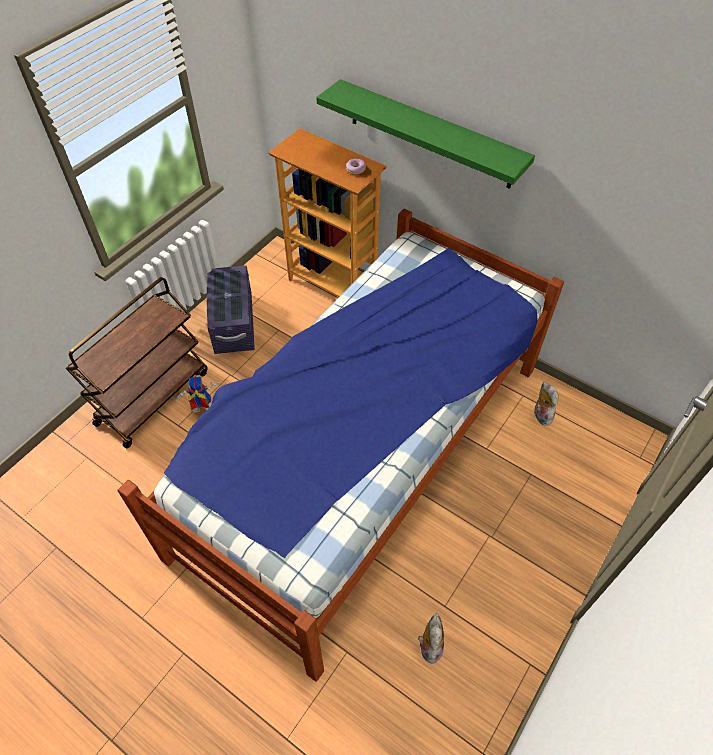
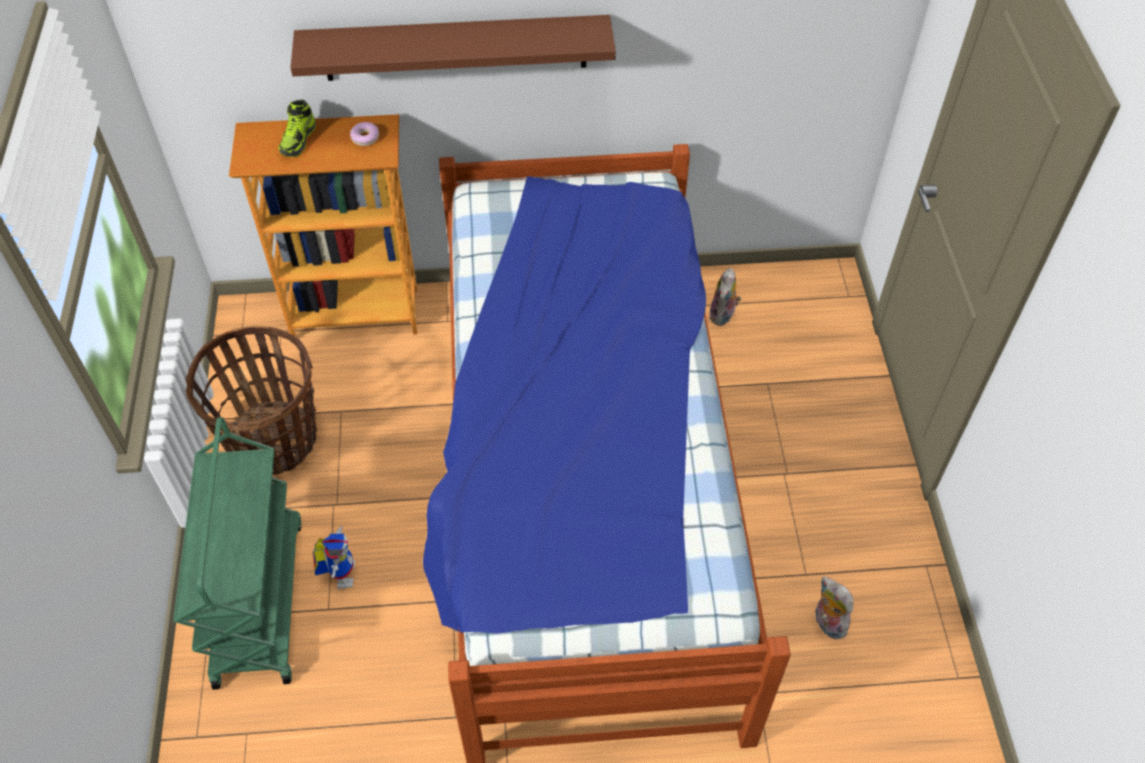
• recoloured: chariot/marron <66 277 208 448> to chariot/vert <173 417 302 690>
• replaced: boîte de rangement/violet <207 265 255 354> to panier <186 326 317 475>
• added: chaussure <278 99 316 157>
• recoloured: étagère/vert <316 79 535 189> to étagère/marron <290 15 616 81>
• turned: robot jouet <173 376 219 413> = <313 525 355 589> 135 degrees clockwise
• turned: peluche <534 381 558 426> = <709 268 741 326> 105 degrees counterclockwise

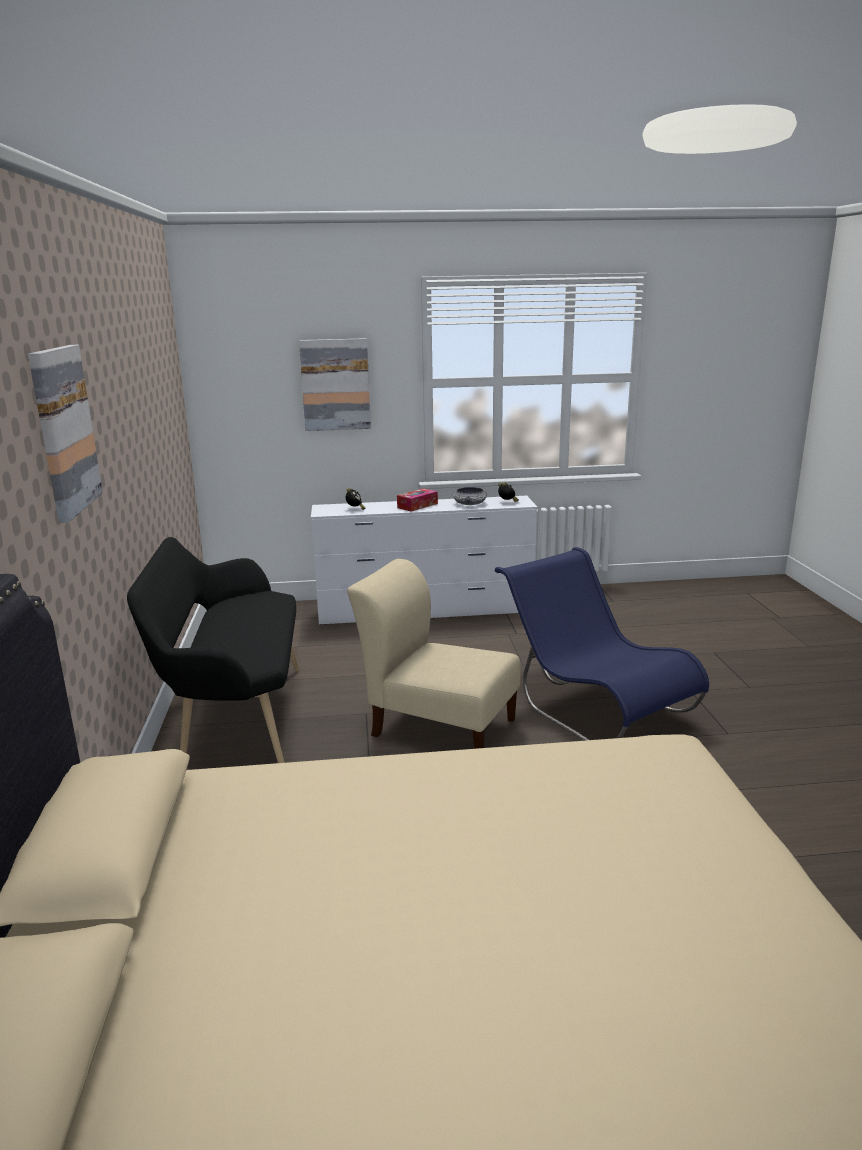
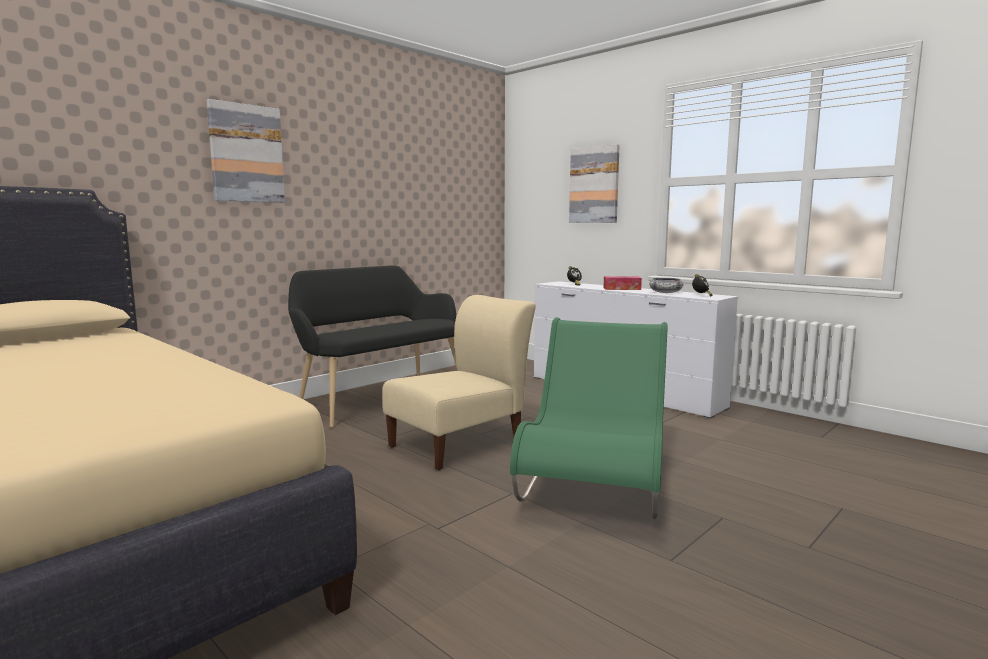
• turned: chaise/beige <347 559 520 749> = <382 295 536 470> 60 degrees clockwise
• recoloured: chaise/bleu <495 547 709 741> to chaise/vert <510 317 668 519>

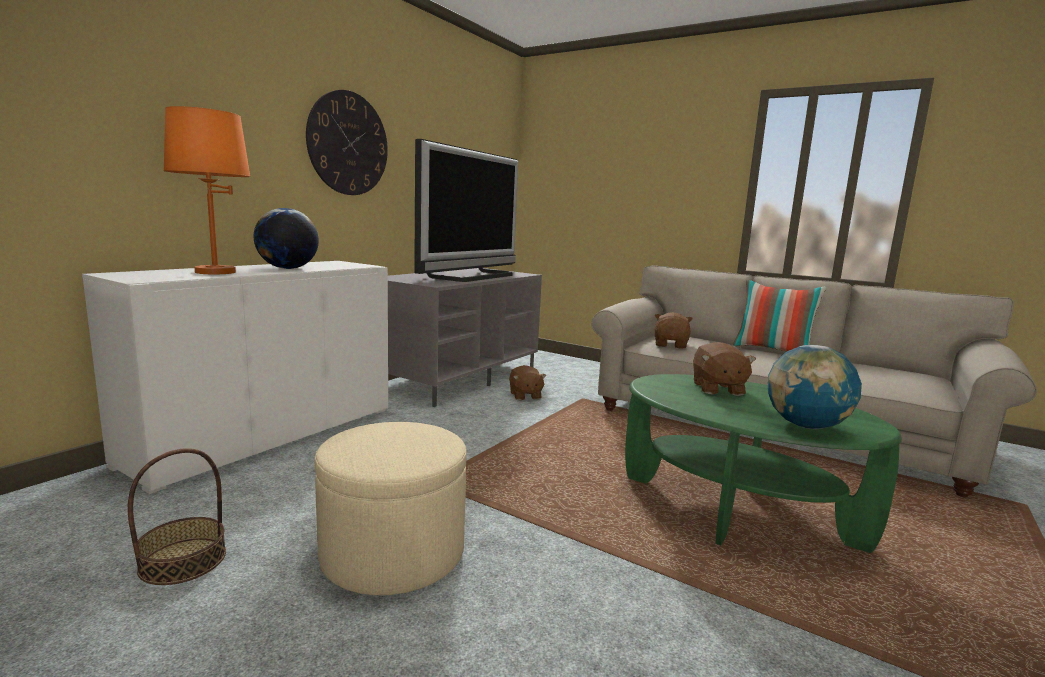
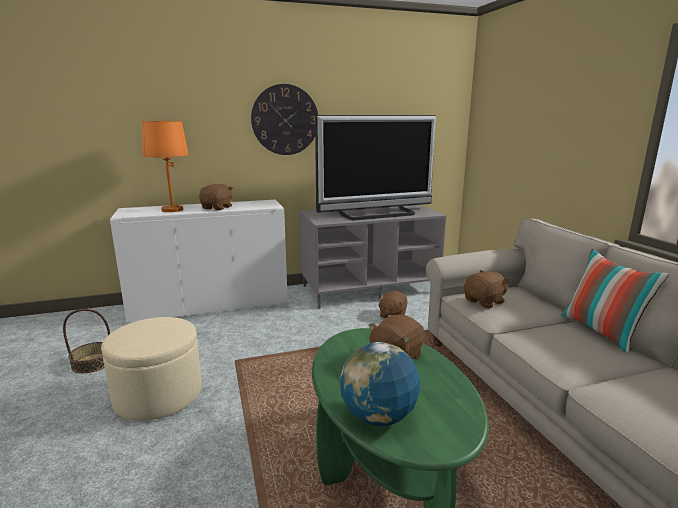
• replaced: globe <254 208 319 269> to peluche/marron <199 184 233 210>

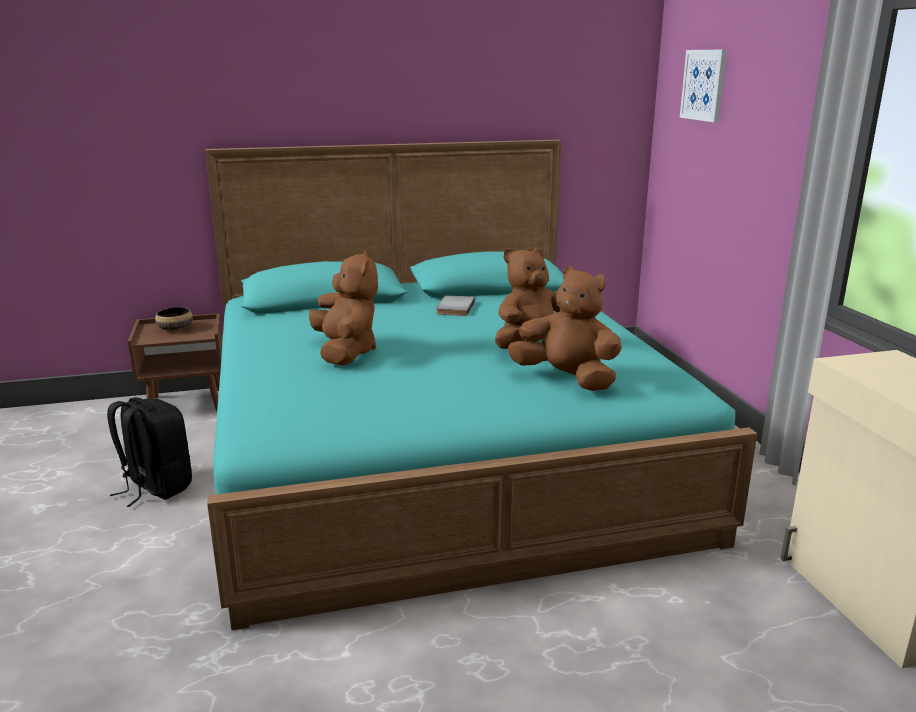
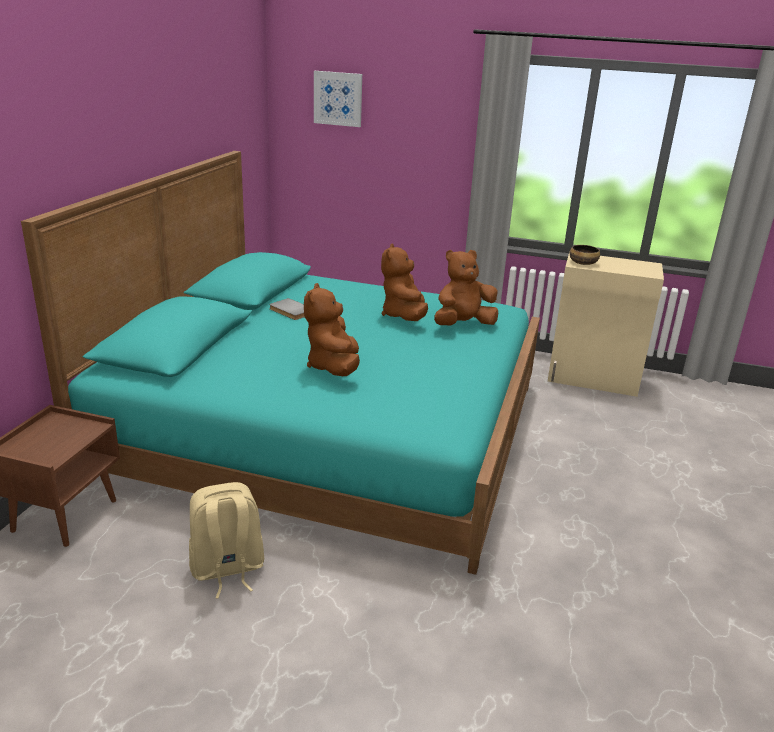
• recoloured: sac à dos/noir <107 397 192 507> to sac à dos/beige <189 482 264 599>
• turned: peluche/marron <309 250 378 365> = <304 283 360 376> 105 degrees counterclockwise
• moved: bol <155 307 193 331> to <570 245 600 265>

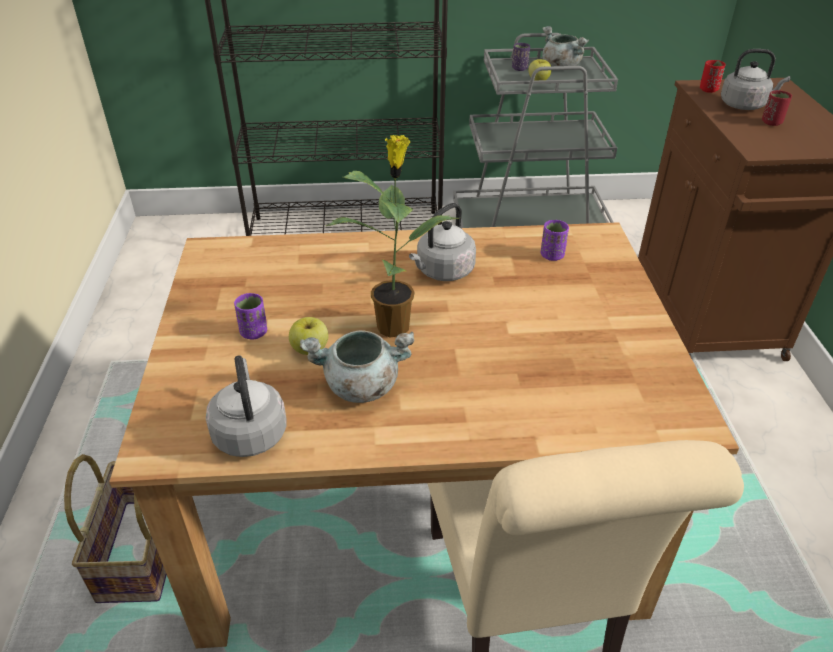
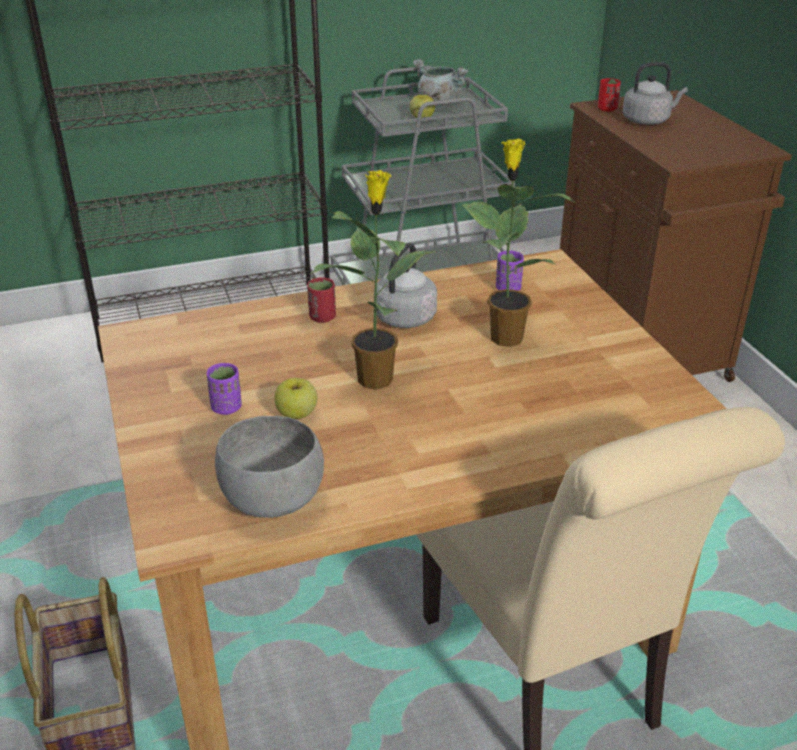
• replaced: bouilloire/gris <206 355 286 457> to bol/gris <215 416 324 518>
• moved: tasse/rouge <762 90 792 126> to <307 277 336 323>
• added: plante en pot <462 139 576 347>
• removed: marmite/gris <300 330 415 403>
• removed: tasse/violet <512 43 530 71>

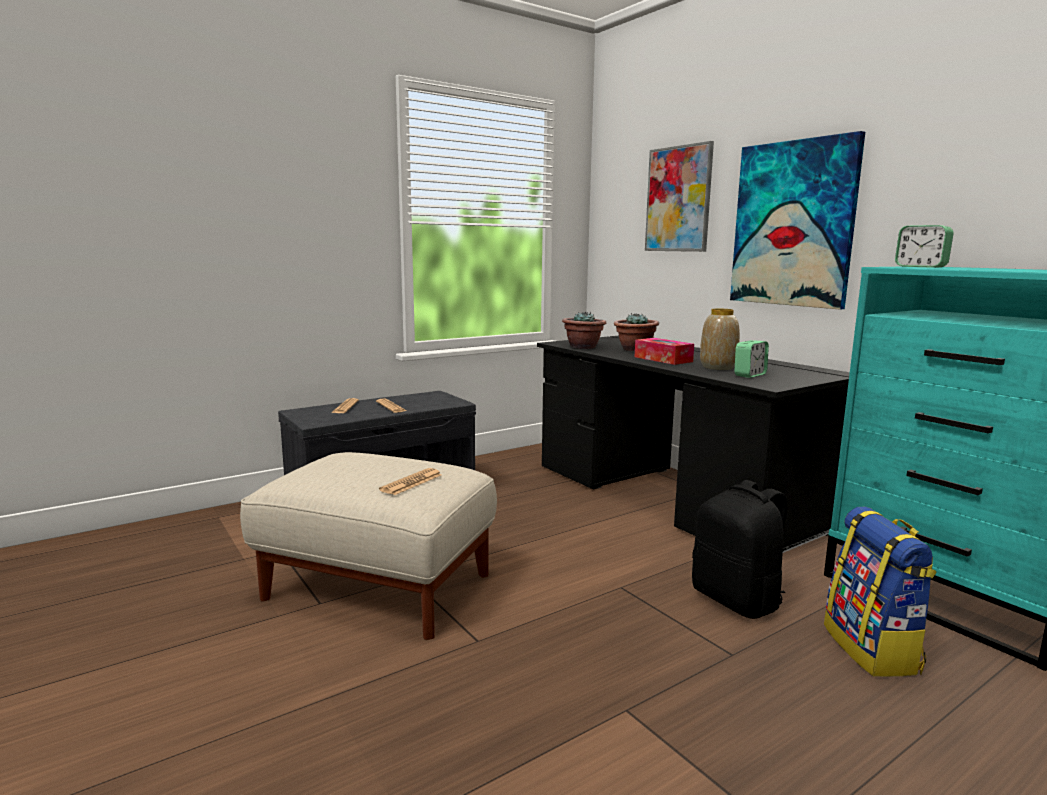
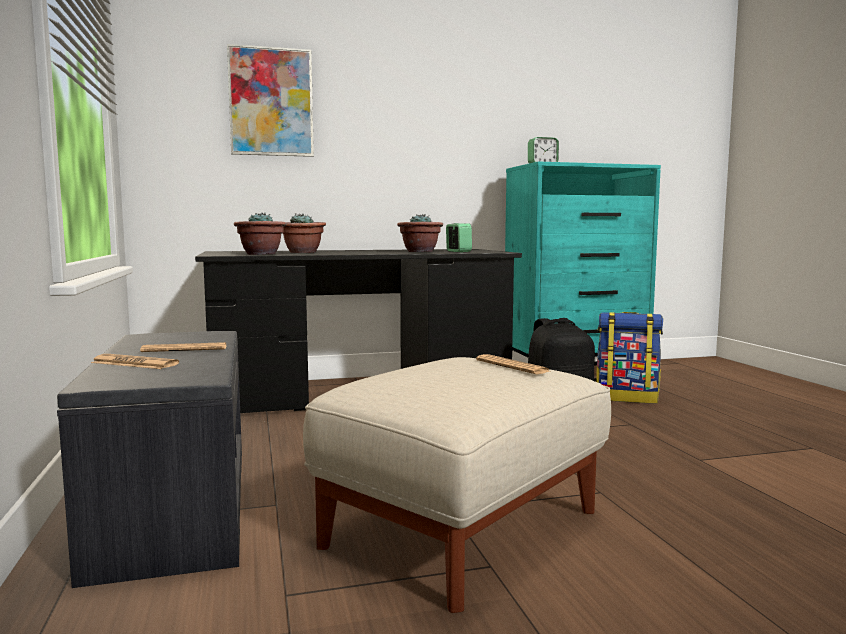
• replaced: vase <700 308 740 370> to plante en pot <397 214 443 252>
• removed: boîte à mouchoirs <635 338 694 365>
• removed: tableau <730 131 865 310>

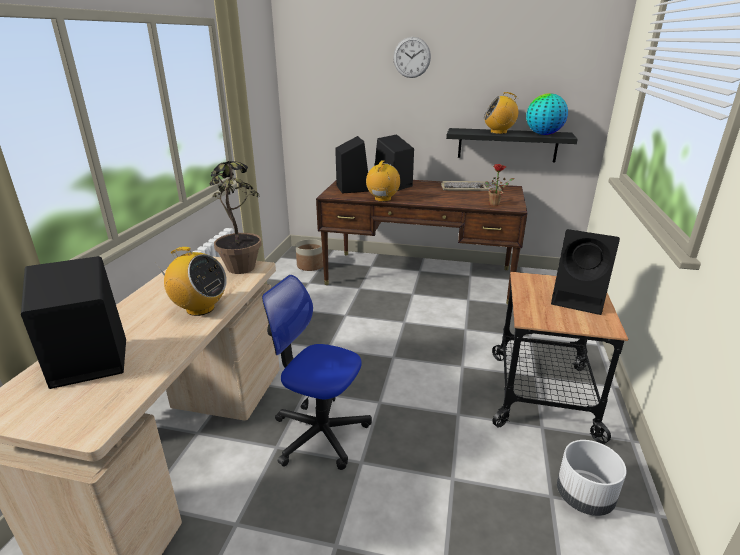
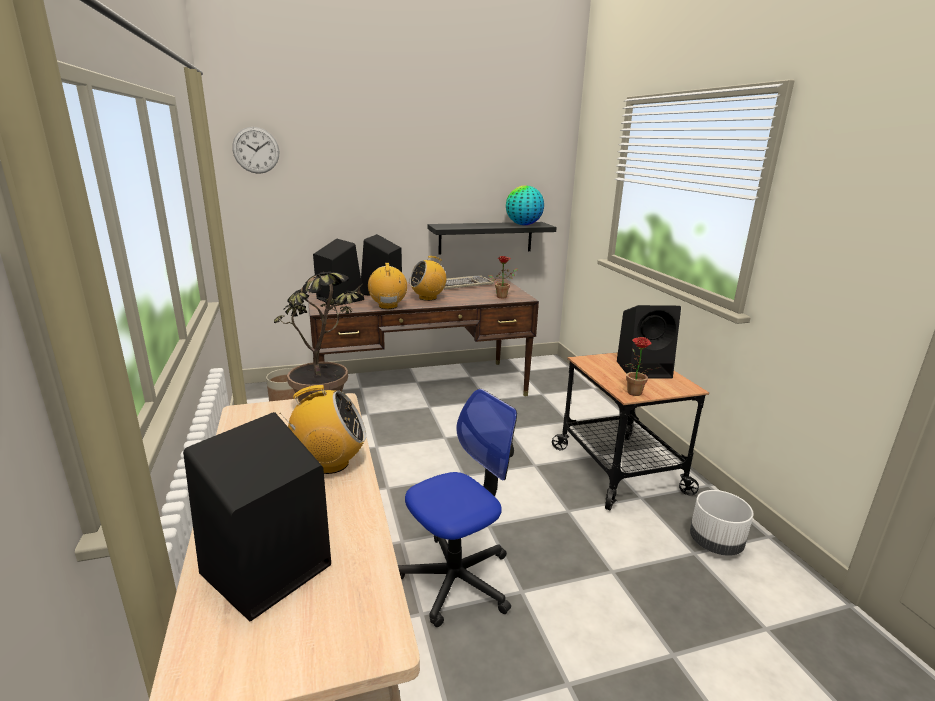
• moved: horloge murale <393 37 431 78> to <232 127 279 174>
• turned: chaise de bureau <262 275 372 470> = <398 389 517 627> 150 degrees clockwise
• moved: radio <484 92 518 134> to <409 256 446 301>
• added: plante en pot <625 337 661 396>

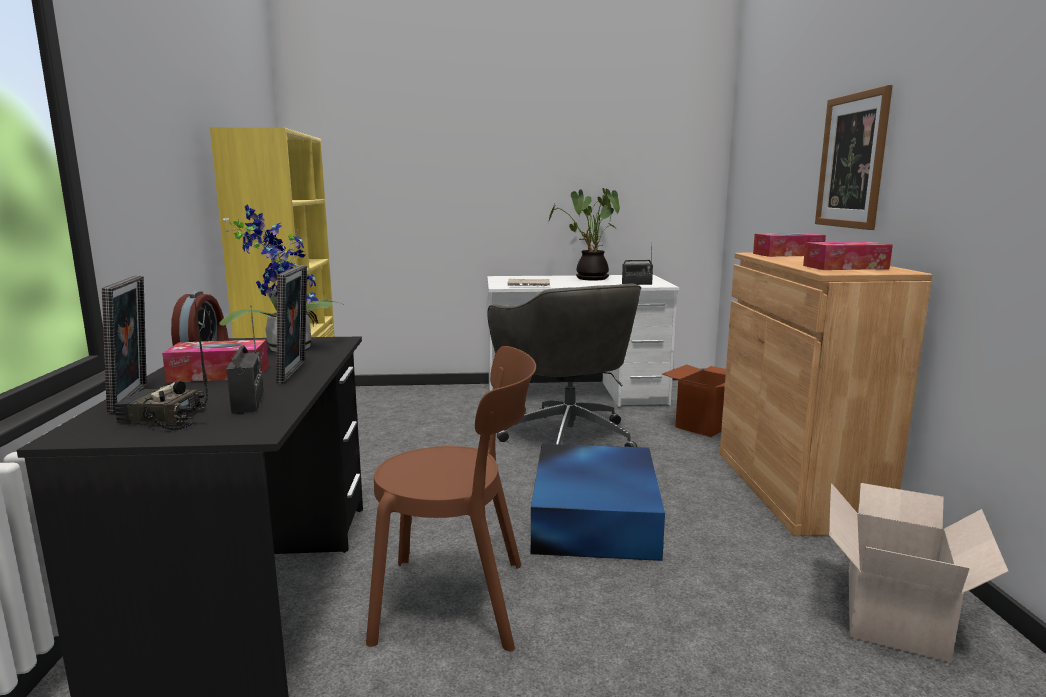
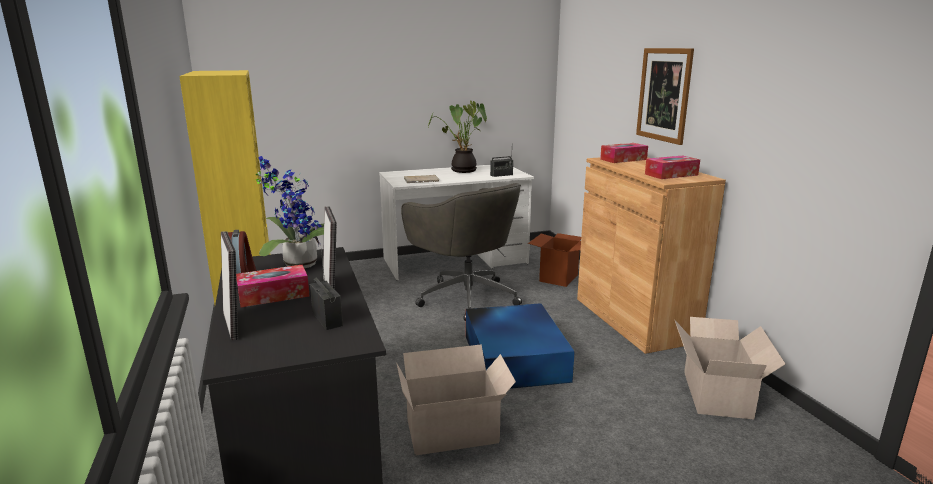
• replaced: chaise/marron <366 346 536 651> to carton <397 344 516 455>
• removed: radio <114 302 208 431>

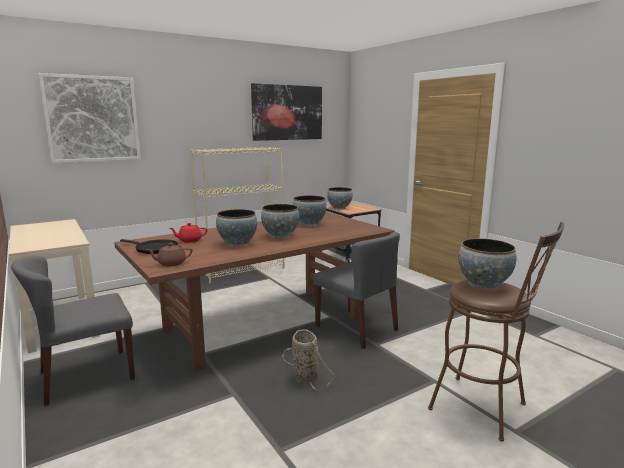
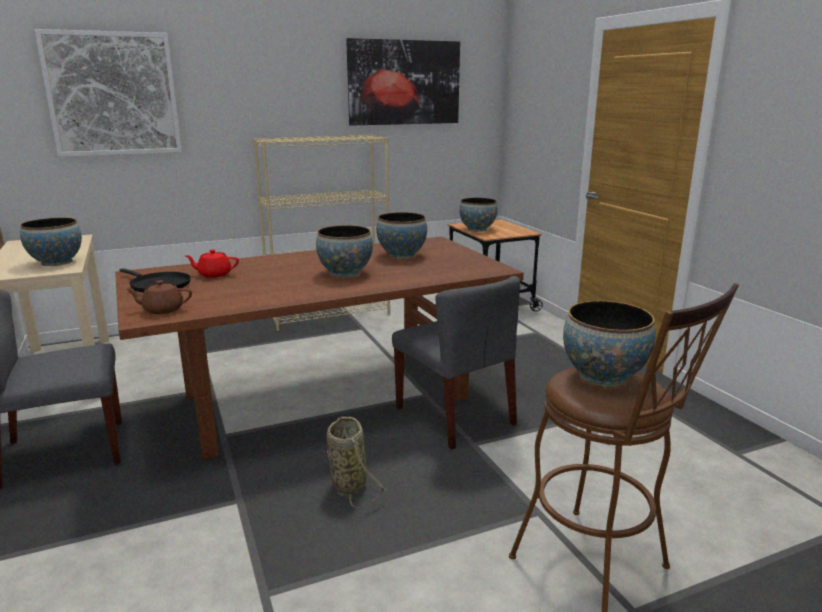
• moved: bol <216 209 257 246> to <20 217 82 266>

